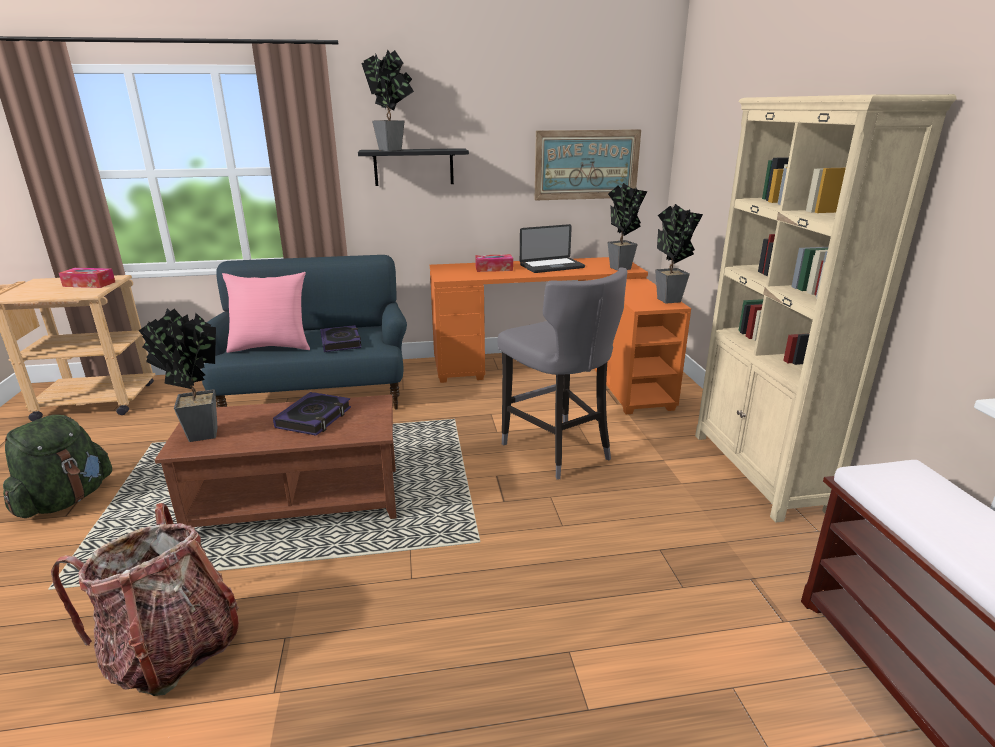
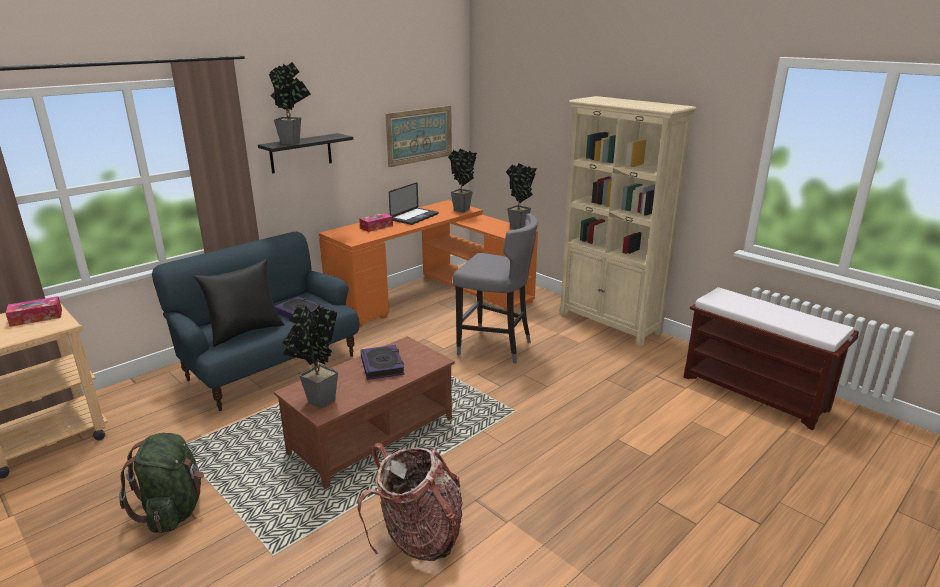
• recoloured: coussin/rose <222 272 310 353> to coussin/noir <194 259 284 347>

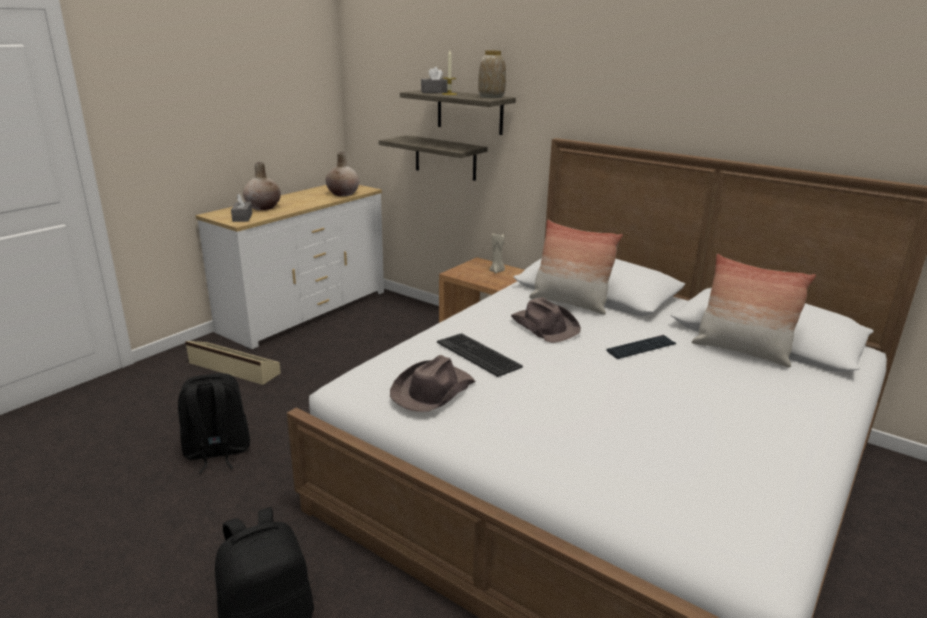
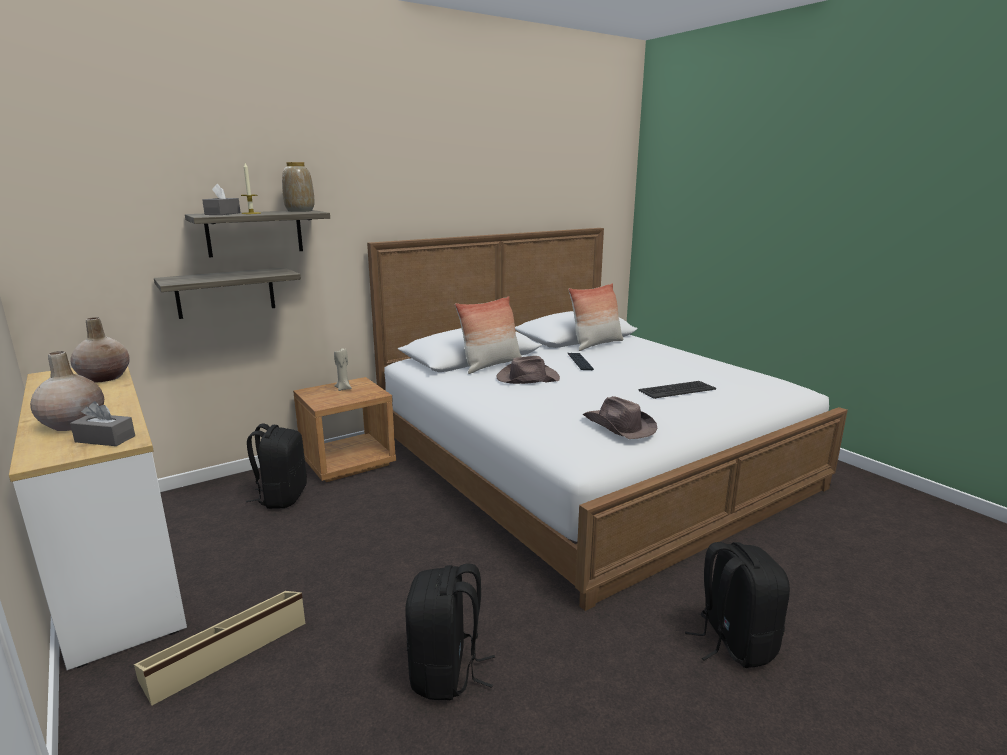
• added: sac à dos/noir <246 423 307 509>
• moved: clavier <437 333 523 377> to <639 381 716 399>

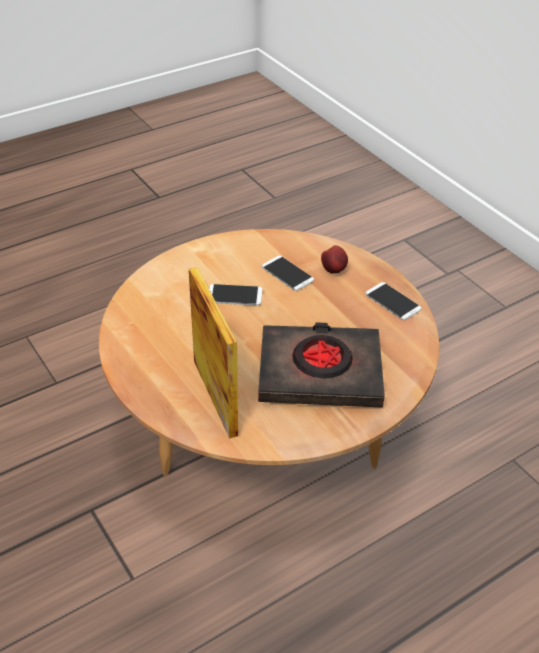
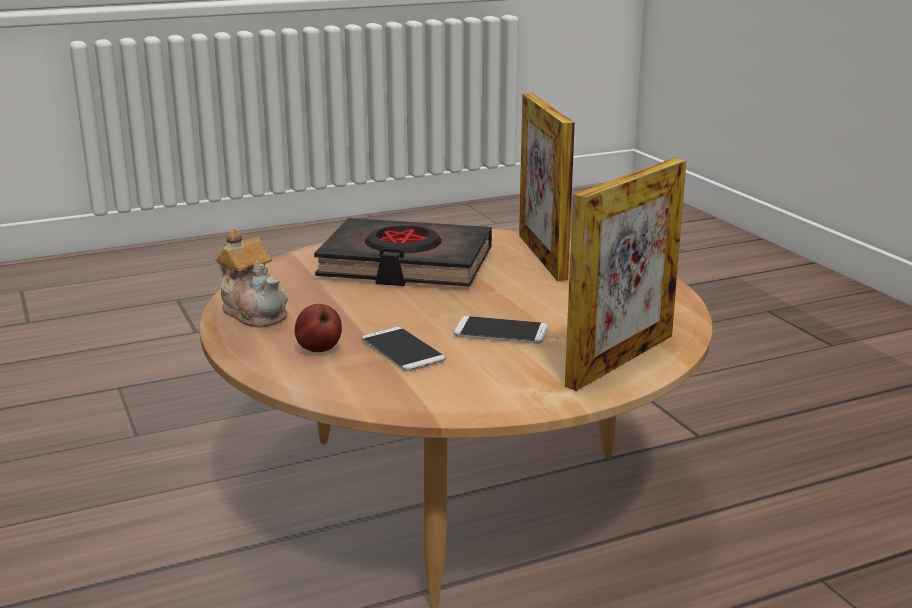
• replaced: téléphone <365 282 422 320> to théière <215 229 288 327>
• added: cadre photo <565 158 687 391>

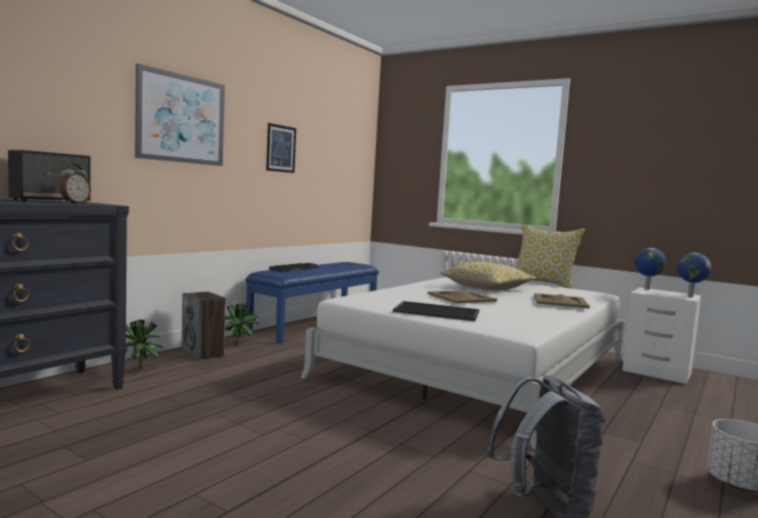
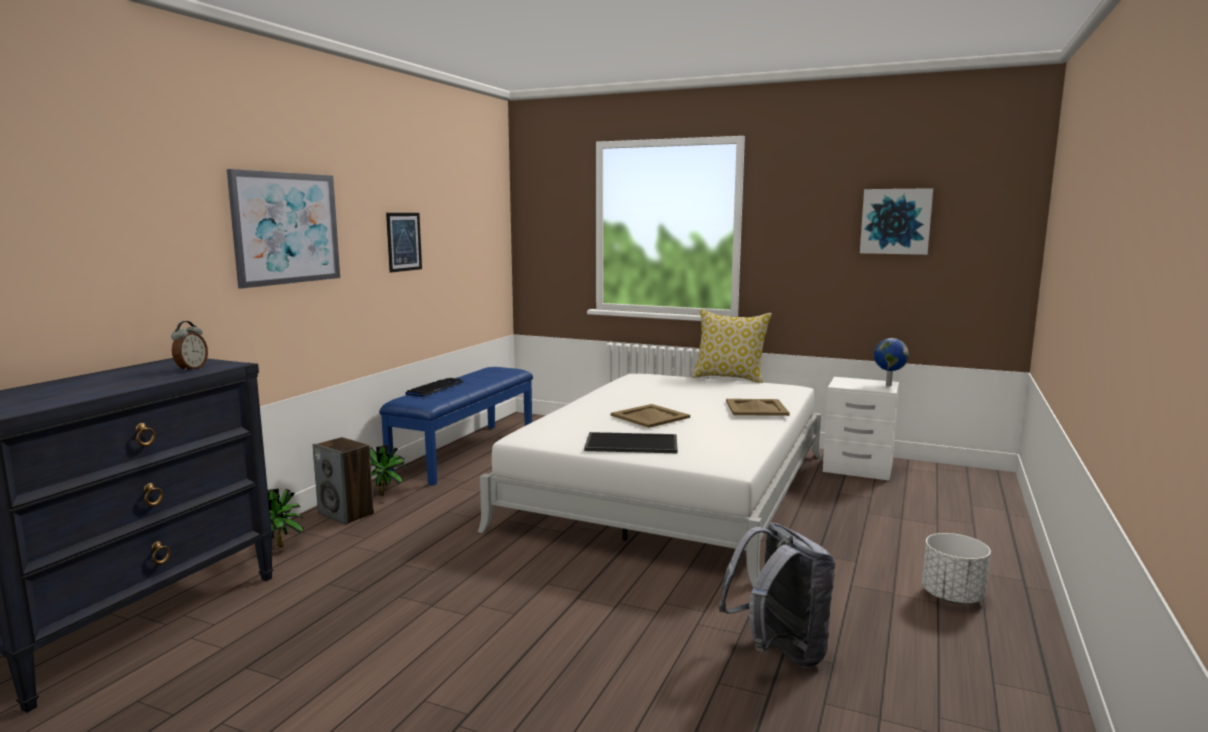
• added: tableau <860 188 933 255>
• removed: enceinte <8 150 91 203>
• removed: coussin <440 261 536 291>
• removed: globe <635 248 666 290>

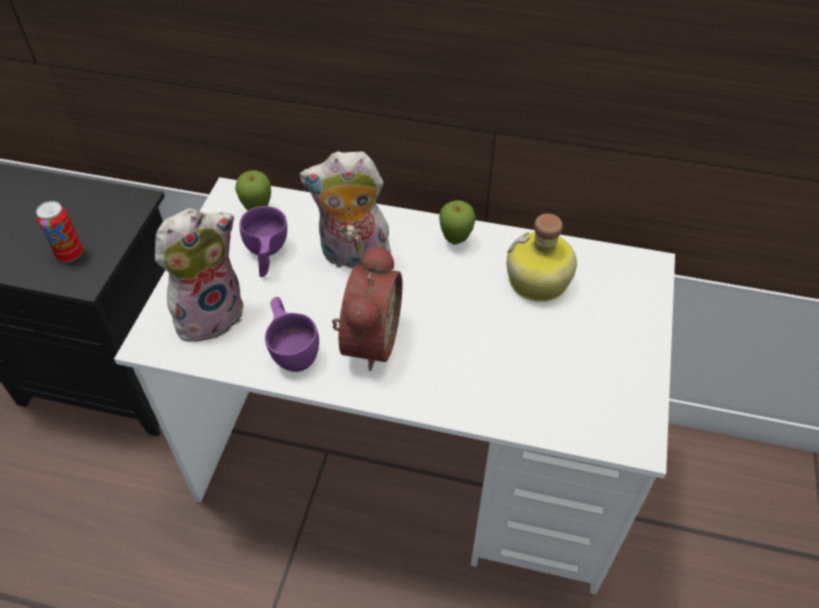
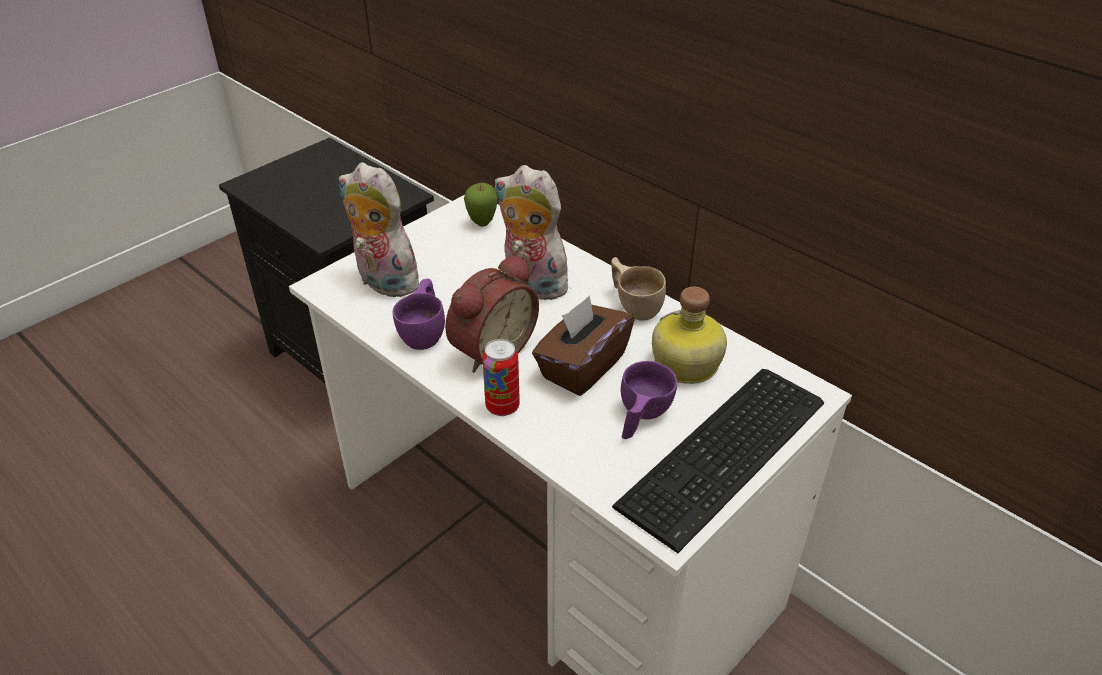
• turned: peluche <155 208 243 342> = <339 163 421 297> 135 degrees counterclockwise
• moved: boîte métallique <36 201 83 262> to <482 339 520 416>
• added: boîte à mouchoirs/marron <532 295 635 396>
• replaced: pomme <439 200 476 244> to tasse/beige <611 257 666 321>
• added: clavier <612 369 824 553>
• moved: tasse/violet <240 206 287 277> to <621 361 677 439>

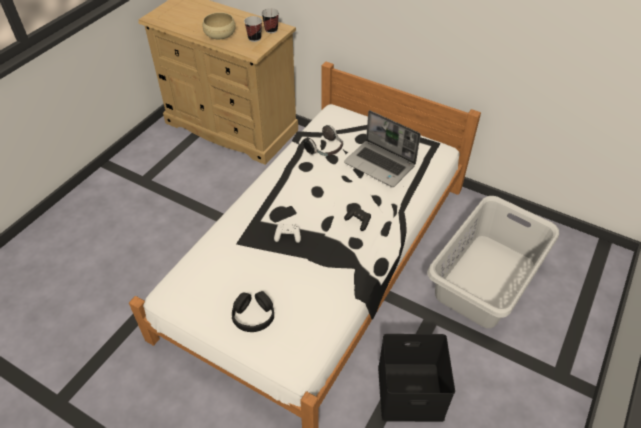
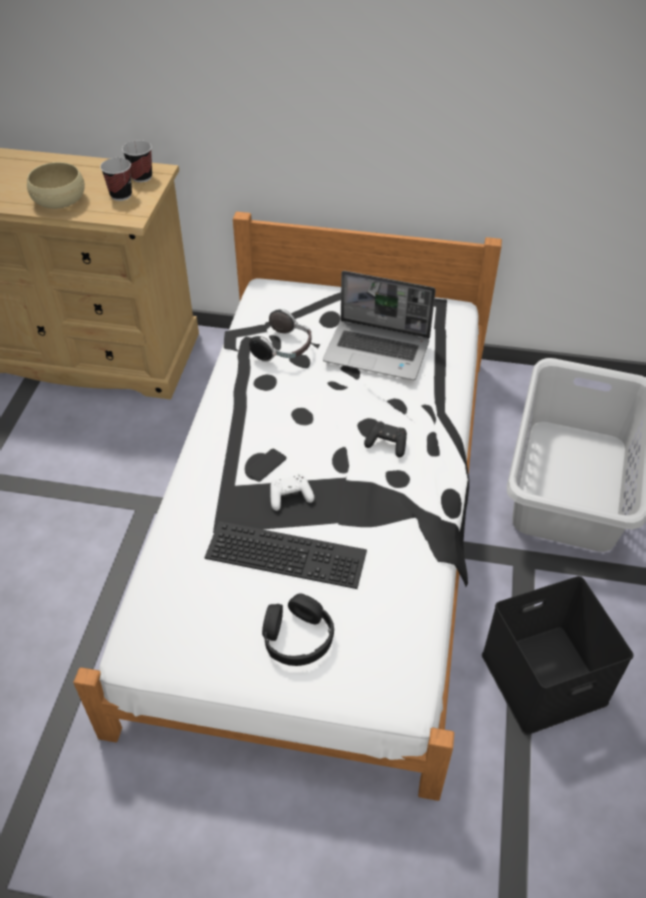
• added: clavier <204 521 367 589>

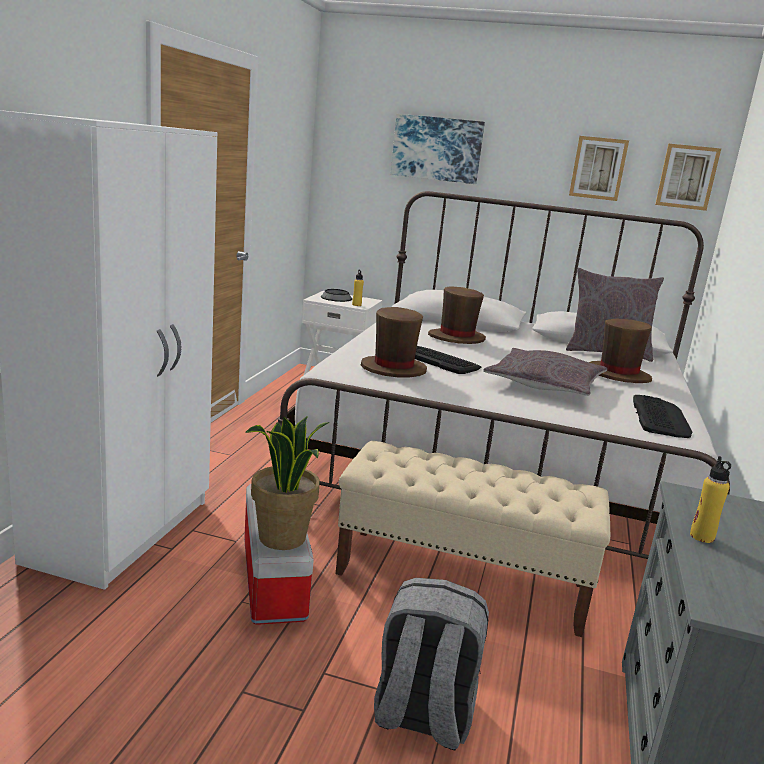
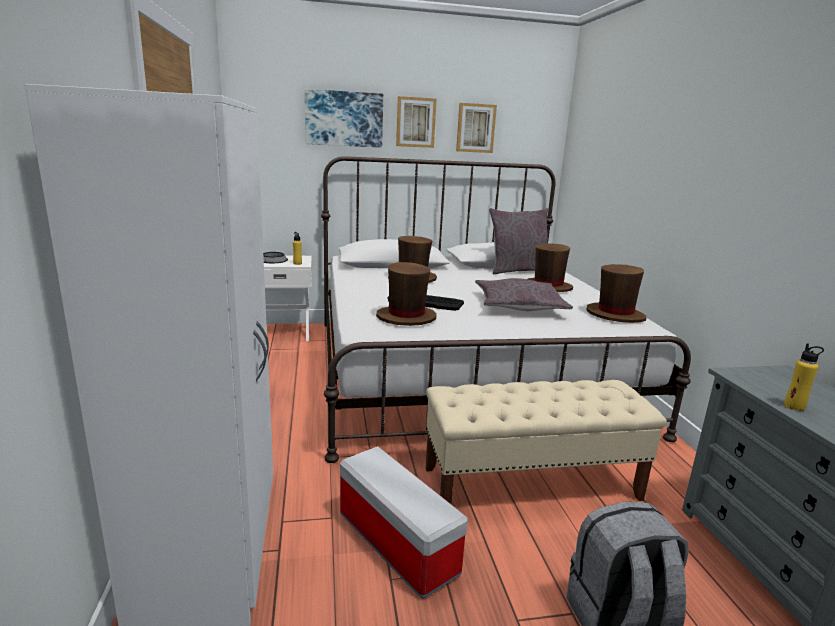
• moved: tableau <655 144 721 211> to <396 96 437 148>
• replaced: clavier <633 395 693 438> to chapeau/marron <587 264 646 323>
• removed: plante en pot <245 416 330 550>

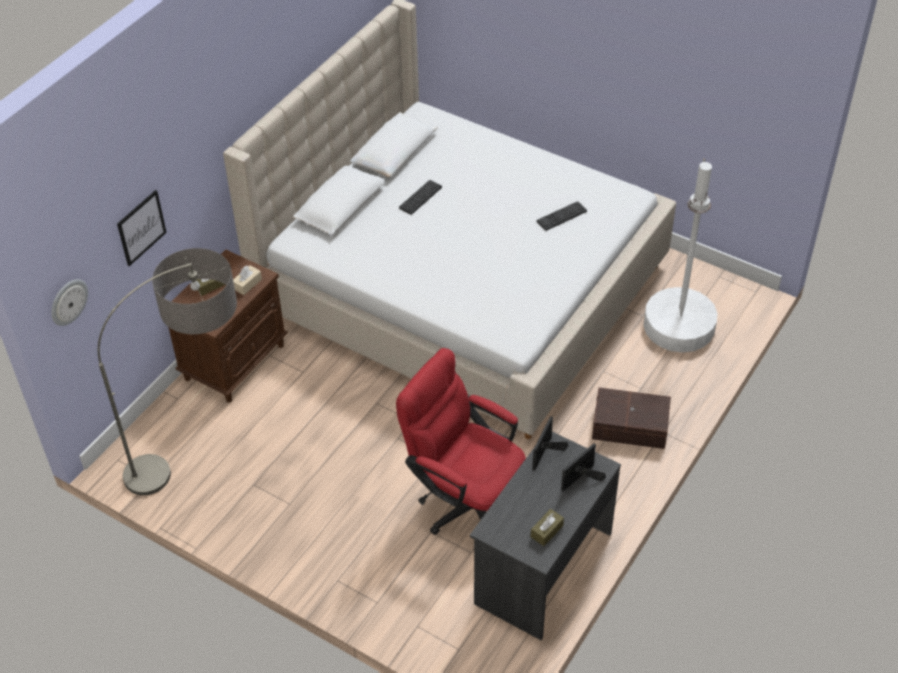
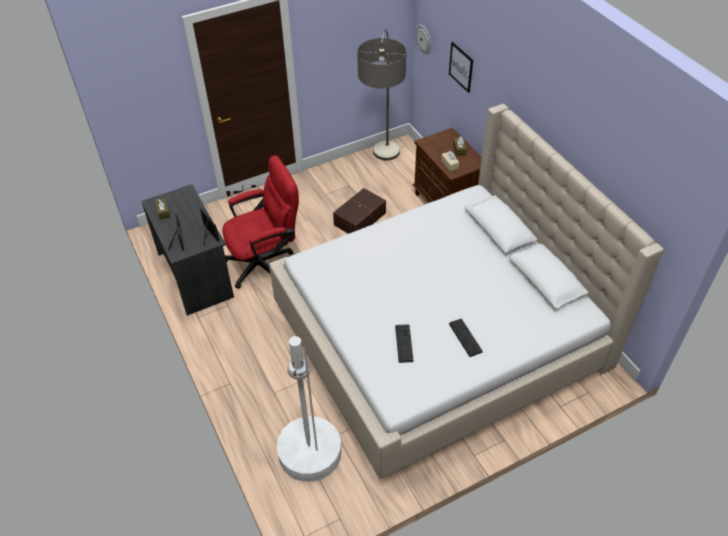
• moved: boîte de rangement/marron <592 387 671 449> to <333 188 386 234>
• moved: clavier <399 180 442 215> to <449 319 483 357>

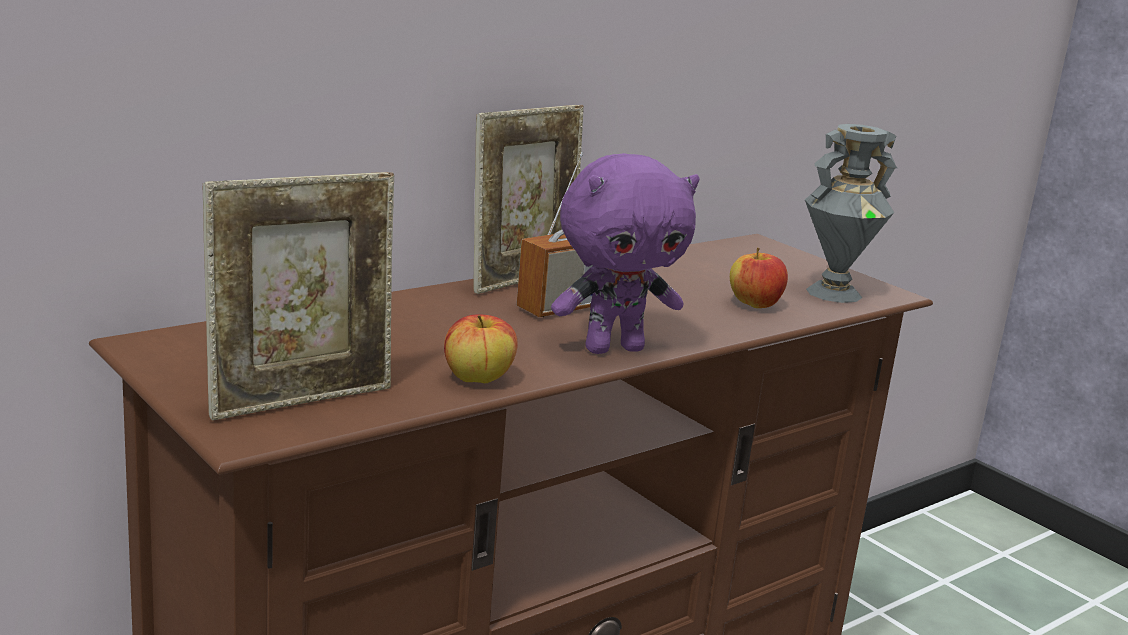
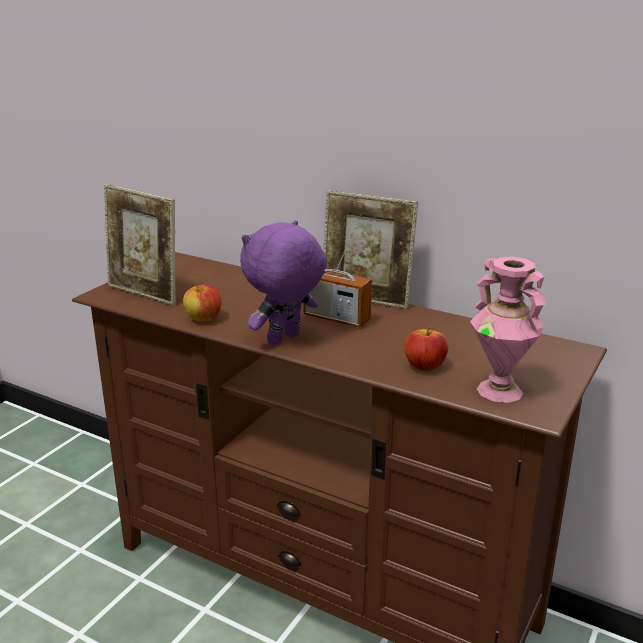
• turned: peluche/violet <551 153 700 354> = <240 220 326 345> 90 degrees clockwise
• recoloured: vase/gris <805 124 897 303> to vase/rose <470 257 546 403>

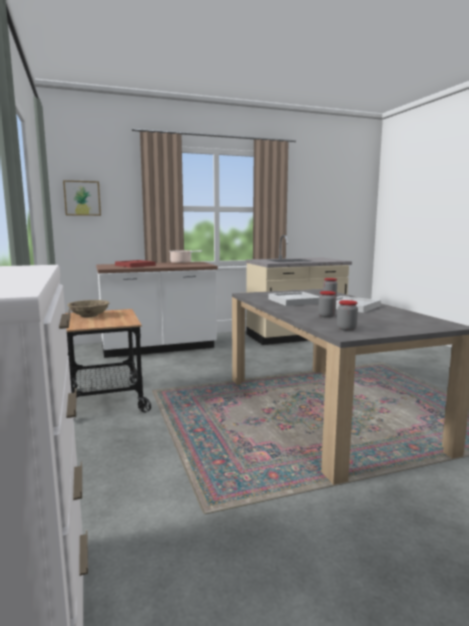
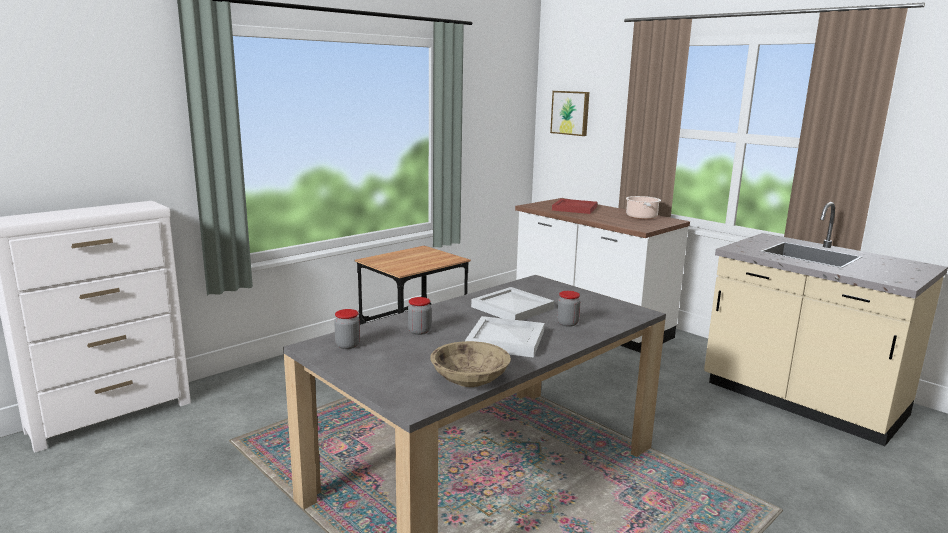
• moved: bol/beige <67 300 110 317> to <431 341 511 387>

